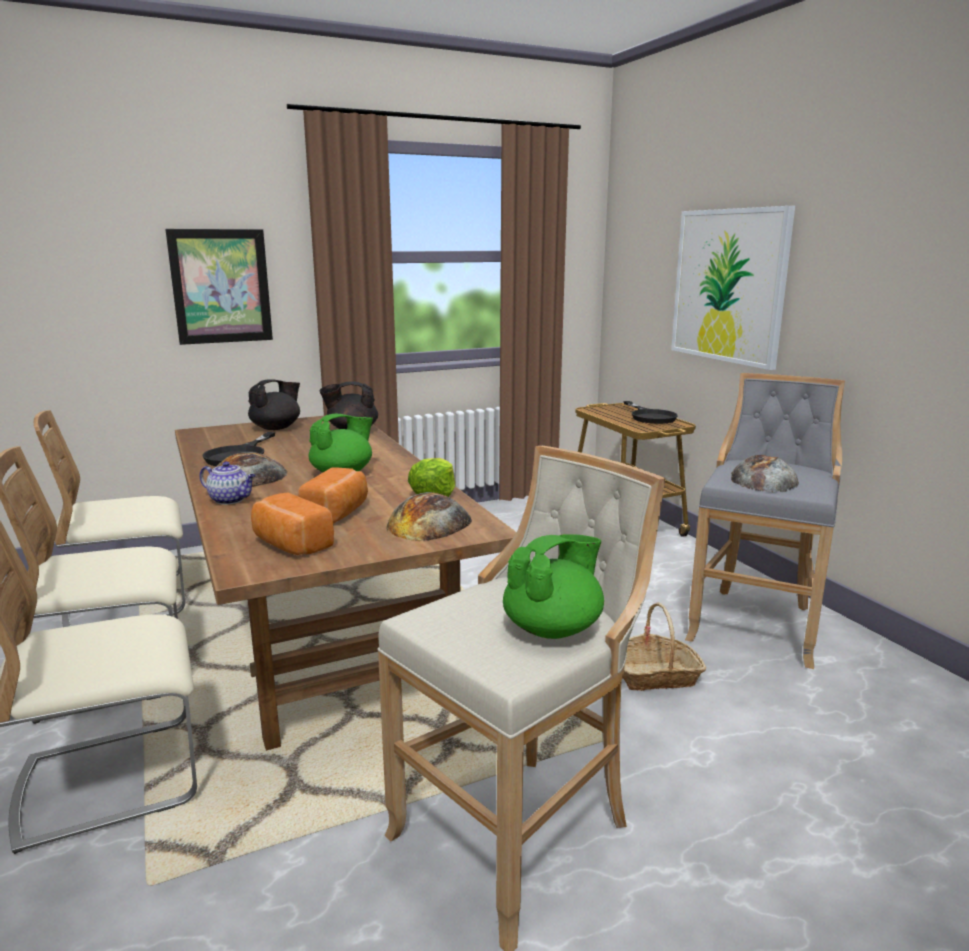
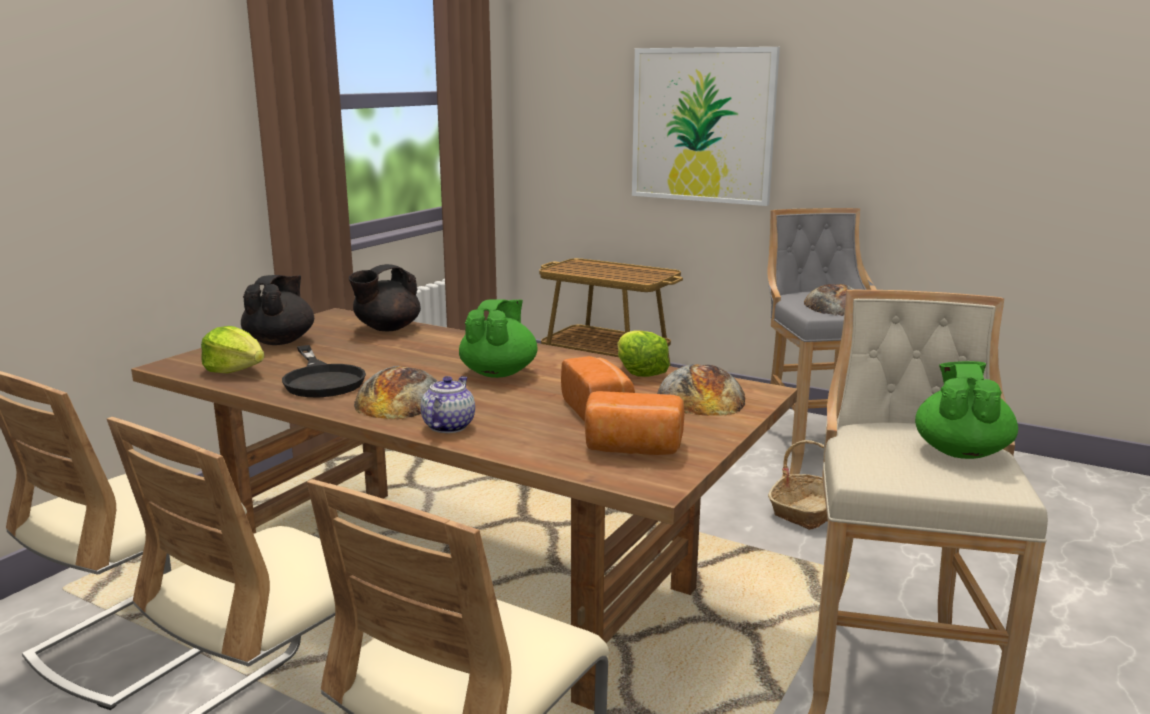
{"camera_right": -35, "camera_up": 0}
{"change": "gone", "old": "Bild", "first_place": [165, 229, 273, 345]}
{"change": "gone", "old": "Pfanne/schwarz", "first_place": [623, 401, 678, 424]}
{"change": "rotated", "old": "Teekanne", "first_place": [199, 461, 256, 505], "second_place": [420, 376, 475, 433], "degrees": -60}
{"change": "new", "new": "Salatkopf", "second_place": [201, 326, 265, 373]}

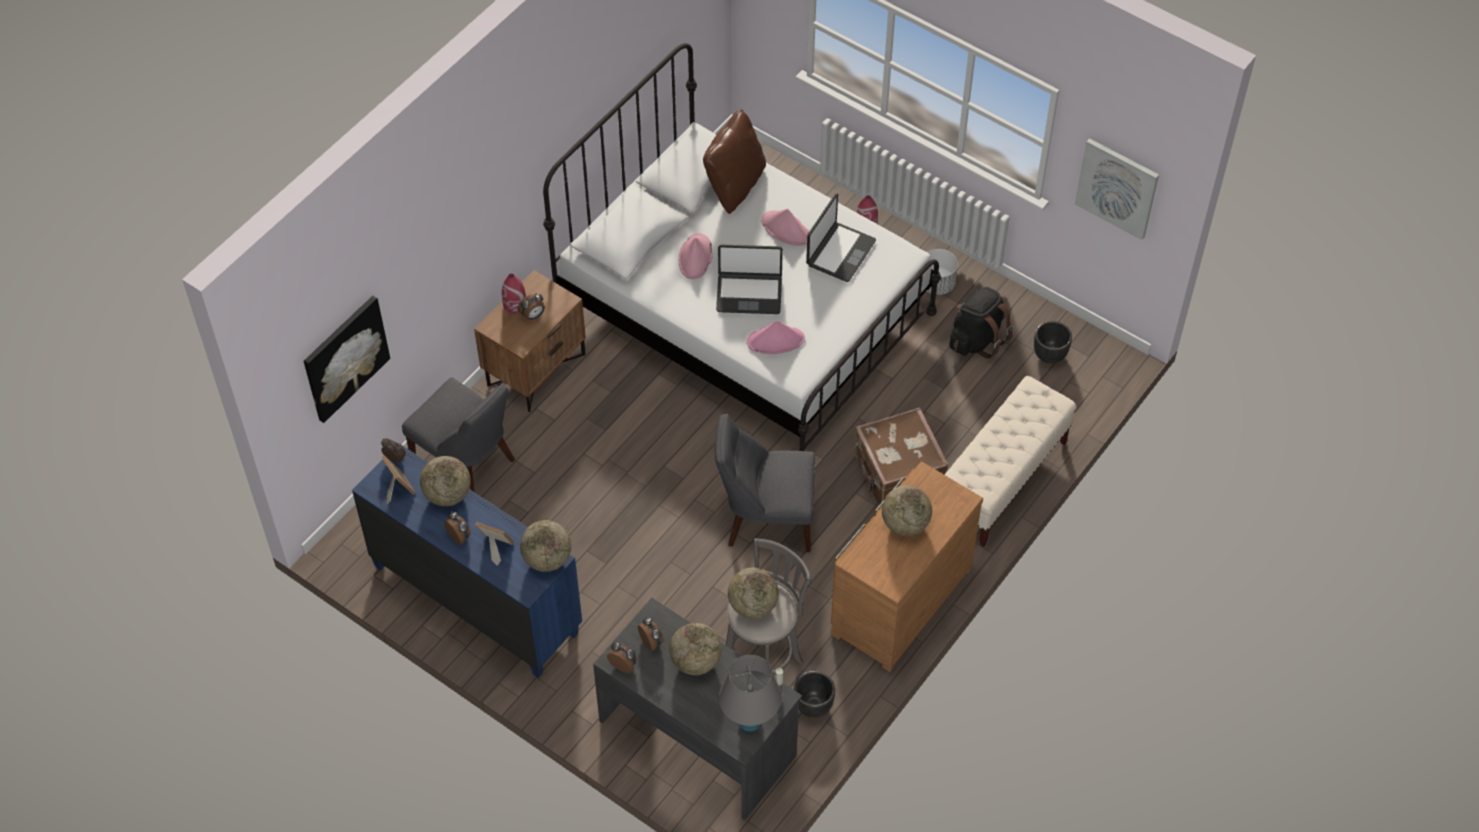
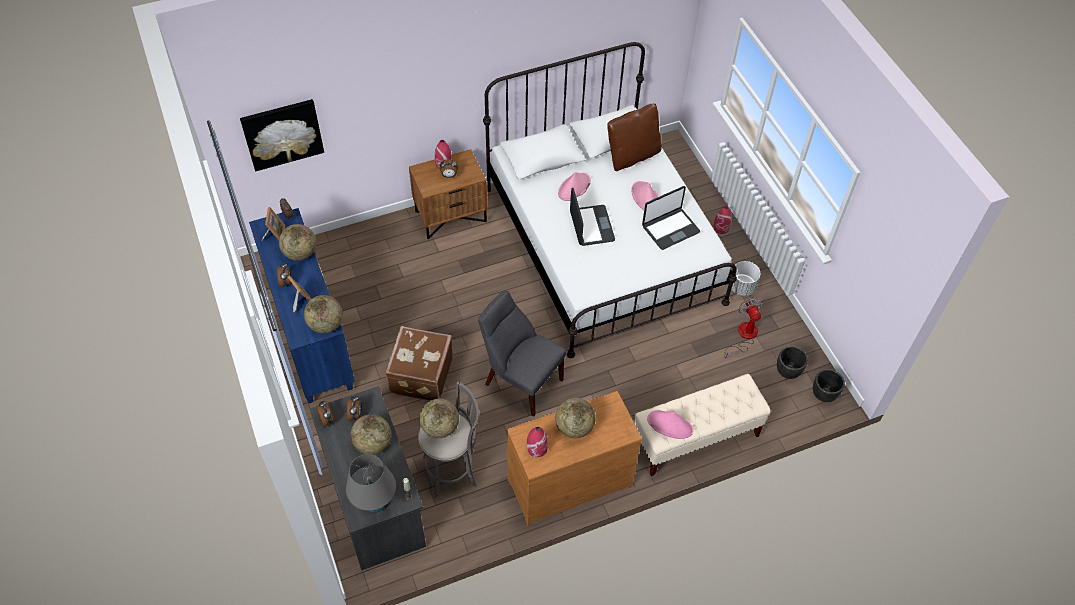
{"camera_right": 30, "camera_up": 0}
{"change": "gone", "old": "Bild", "first_place": [1075, 138, 1159, 240]}
{"change": "rotated", "old": "Laptop", "first_place": [716, 244, 783, 314], "second_place": [570, 188, 615, 246], "degrees": -135}
{"change": "swapped", "old": "Rucksack/schwarz", "new": "Ventilator", "first_place": [950, 287, 1013, 359], "second_place": [724, 297, 763, 358]}
{"change": "shifted", "old": "Hut/rosa", "first_place": [747, 320, 805, 354], "second_place": [647, 410, 693, 439]}
{"change": "gone", "old": "Stuhl/grau", "first_place": [402, 378, 515, 492]}
{"change": "shifted", "old": "Koffer/braun", "first_place": [854, 408, 948, 508], "second_place": [385, 326, 453, 401]}
{"change": "shifted", "old": "Pflanzkübel/schwarz", "first_place": [794, 671, 835, 718], "second_place": [813, 369, 845, 402]}
{"change": "new", "new": "Vase/rot", "second_place": [527, 427, 548, 457]}

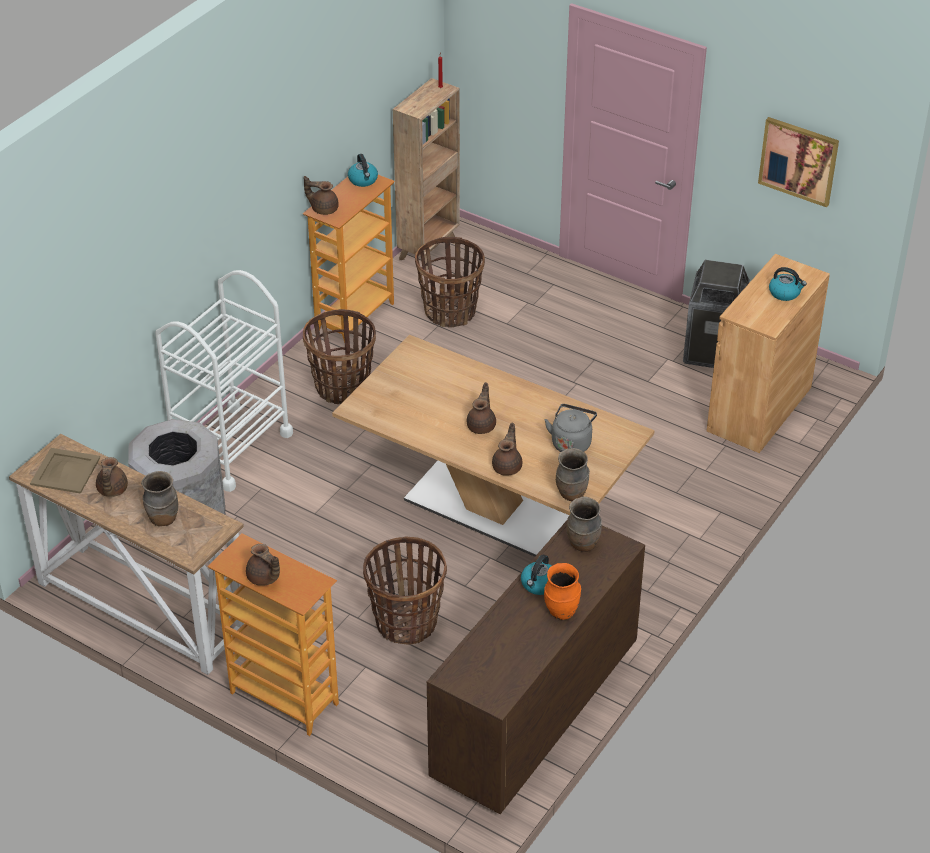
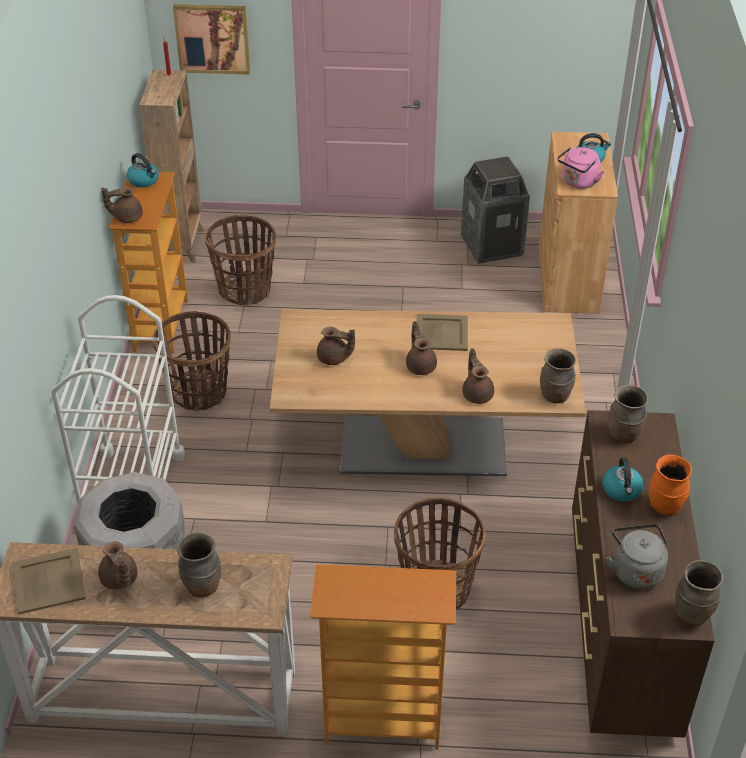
{"camera_right": -30, "camera_up": 0}
{"change": "shifted", "old": "Bild", "first_place": [758, 117, 839, 208], "second_place": [173, 4, 250, 75]}
{"change": "shifted", "old": "Wasserkessel/grau", "first_place": [545, 404, 597, 452], "second_place": [606, 524, 668, 589]}
{"change": "shifted", "old": "Teekanne/braun", "first_place": [246, 544, 280, 586], "second_place": [317, 327, 355, 365]}
{"change": "new", "new": "Wasserkessel/rosa", "second_place": [557, 147, 605, 189]}
{"change": "new", "new": "Tablett/beige", "second_place": [416, 314, 468, 351]}
{"change": "new", "new": "Vase/braun", "second_place": [675, 560, 723, 626]}

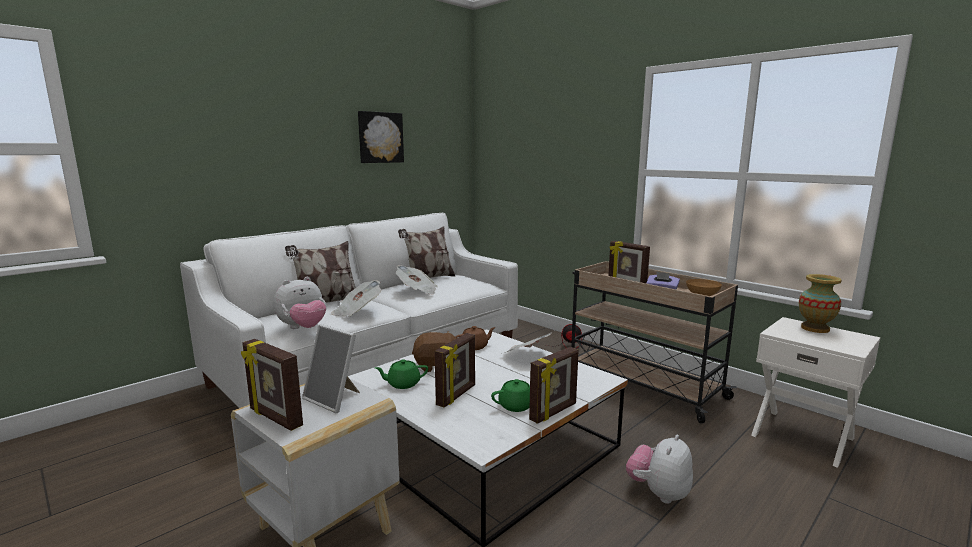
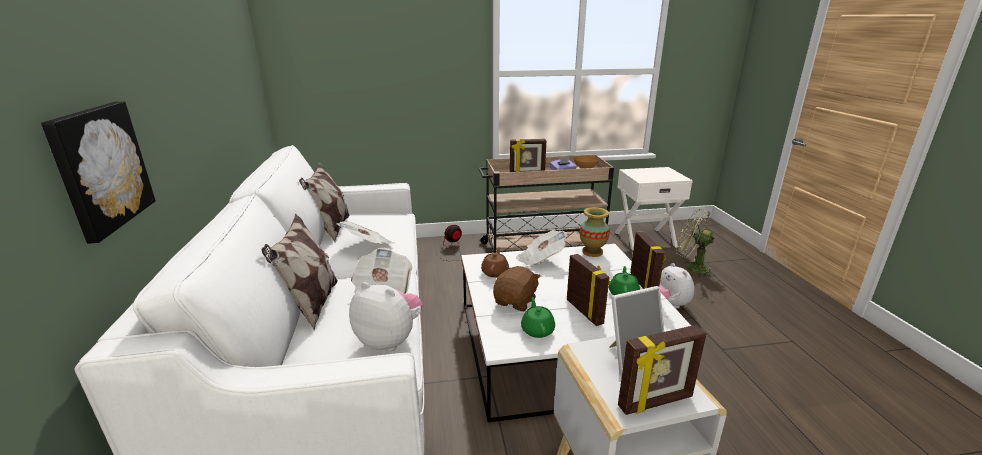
{"camera_right": -55, "camera_up": 10}
{"change": "shifted", "old": "Bild", "first_place": [358, 111, 404, 163], "second_place": [41, 101, 156, 244]}
{"change": "shifted", "old": "Vase", "first_place": [799, 274, 842, 333], "second_place": [579, 207, 610, 257]}
{"change": "rotated", "old": "Plüschtier", "first_place": [273, 277, 326, 329], "second_place": [349, 282, 422, 351], "degrees": -60}
{"change": "rotated", "old": "Teekanne/grün", "first_place": [375, 359, 428, 389], "second_place": [521, 297, 555, 338], "degrees": 150}
{"change": "new", "new": "Ventilator/grün", "second_place": [676, 209, 716, 278]}

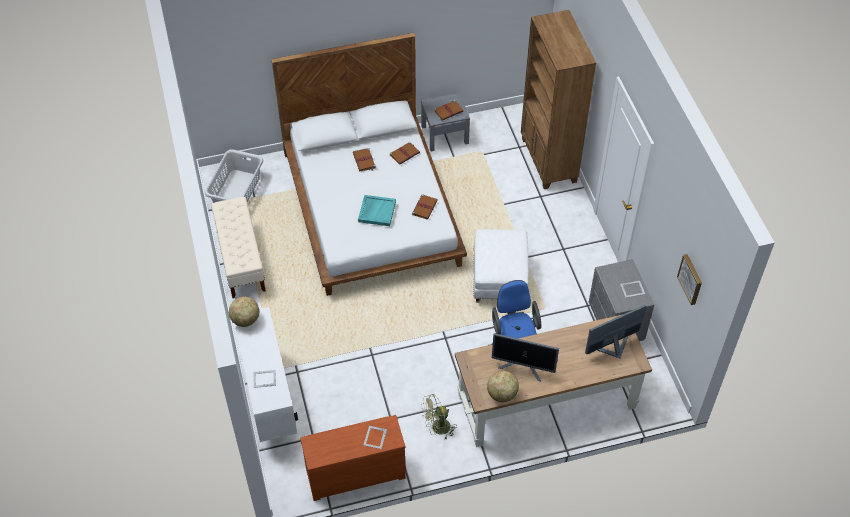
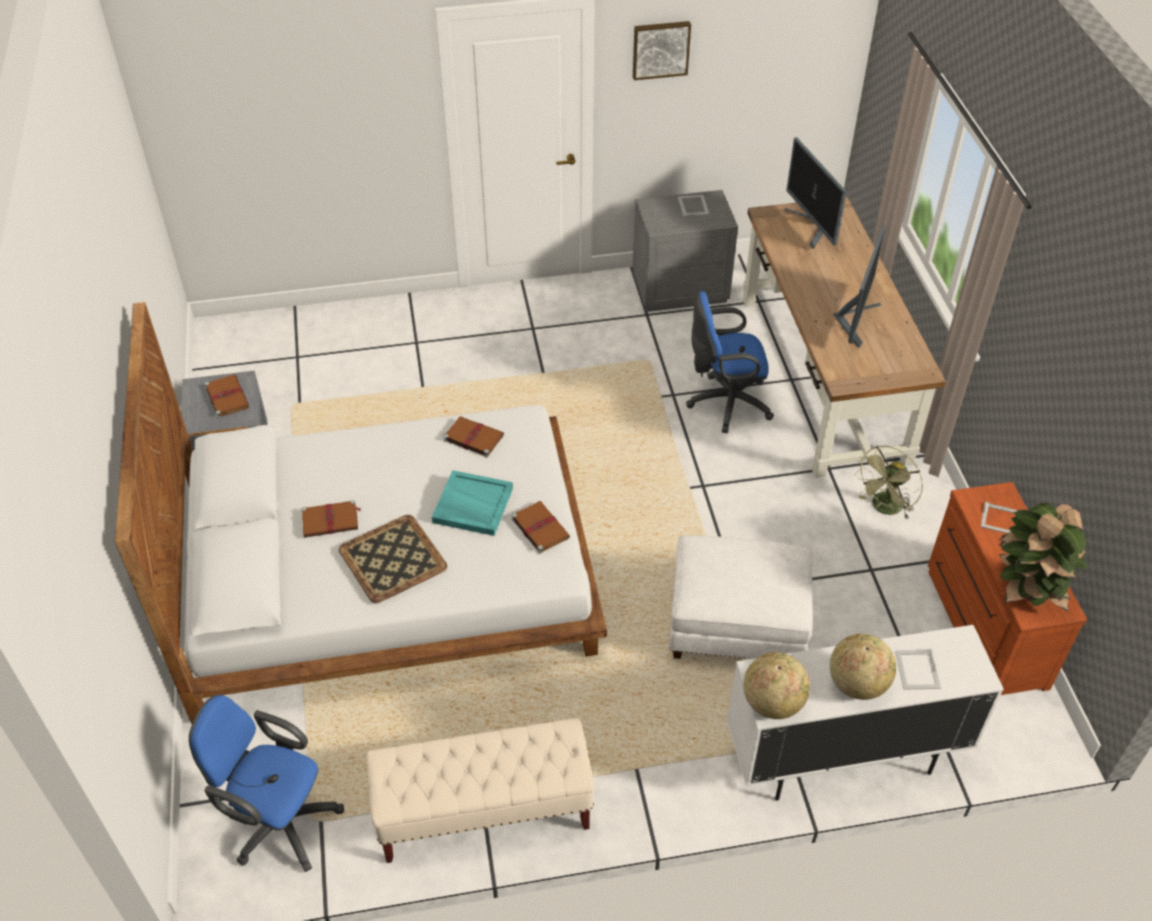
{"camera_right": -85, "camera_up": -5}
{"change": "gone", "old": "Bücherregal/braun", "first_place": [521, 10, 596, 189]}
{"change": "shifted", "old": "Buch/braun", "first_place": [390, 142, 420, 165], "second_place": [511, 501, 570, 554]}
{"change": "swapped", "old": "Wäschekorb/grau", "new": "Bürostuhl/blau", "first_place": [205, 149, 264, 203], "second_place": [189, 695, 344, 872]}
{"change": "shifted", "old": "Polsterhocker/weiß", "first_place": [473, 229, 529, 303], "second_place": [669, 535, 813, 659]}
{"change": "shifted", "old": "Bild", "first_place": [677, 254, 702, 305], "second_place": [633, 21, 691, 80]}
{"change": "shifted", "old": "Globus", "first_place": [487, 371, 519, 402], "second_place": [830, 634, 896, 700]}
{"change": "rotated", "old": "Ventilator/grün", "first_place": [421, 394, 457, 439], "second_place": [855, 445, 923, 520], "degrees": 60}
{"change": "new", "new": "Topfpflanze", "second_place": [999, 503, 1089, 611]}
{"change": "new", "new": "Tablett", "second_place": [339, 515, 447, 603]}

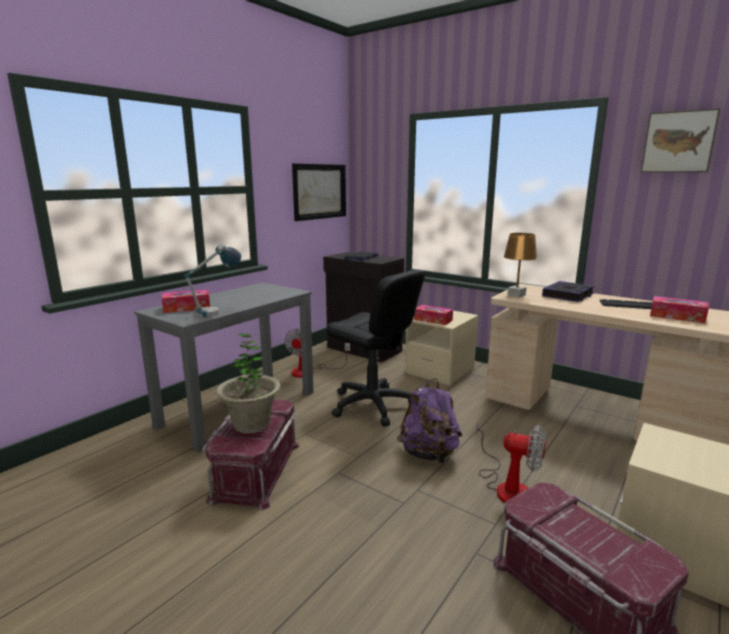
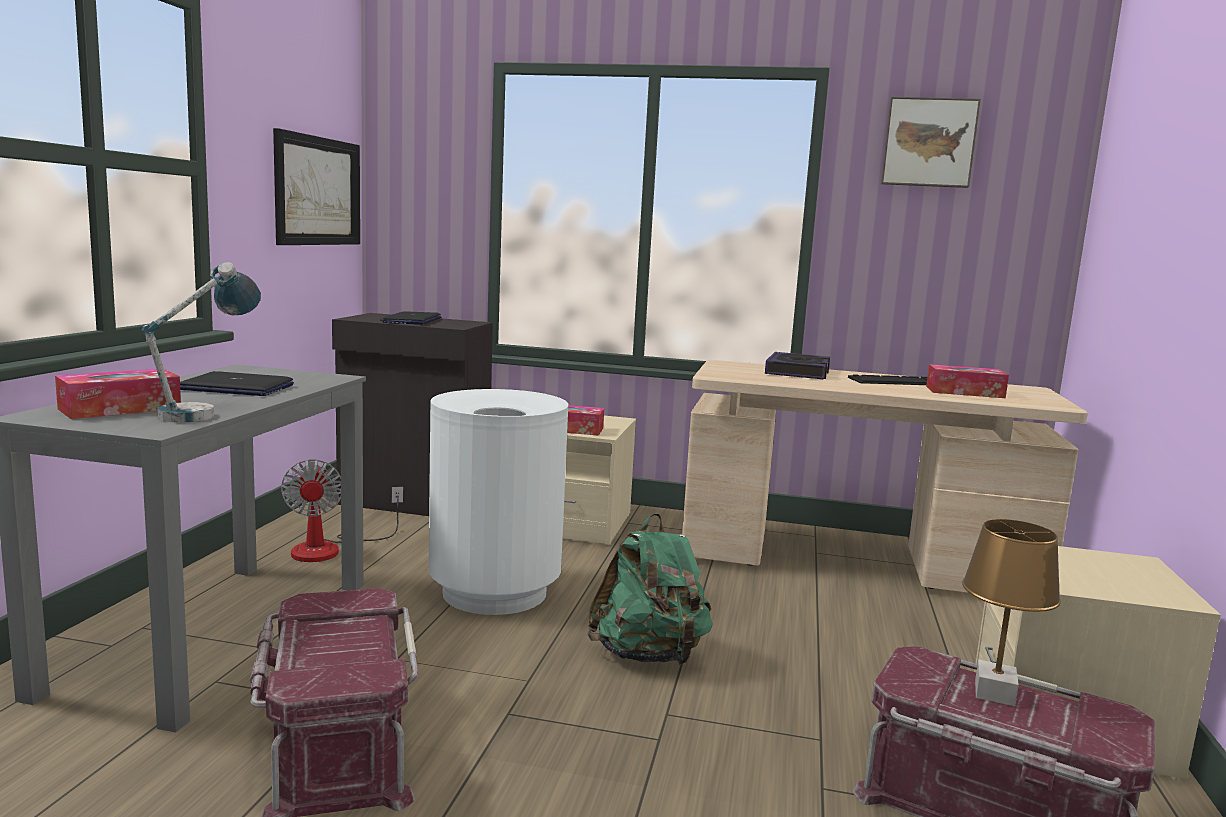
{"camera_right": -25, "camera_up": -5}
{"change": "shifted", "old": "Tischlampe/braun", "first_place": [504, 233, 537, 298], "second_place": [962, 519, 1061, 706]}
{"change": "swapped", "old": "Bürostuhl/schwarz", "new": "Mülleimer/weiß", "first_place": [326, 270, 425, 426], "second_place": [429, 389, 568, 615]}
{"change": "gone", "old": "Topfpflanze", "first_place": [216, 334, 281, 434]}
{"change": "repainted", "old": "Rucksack/lila", "new": "Rucksack/grün", "first_place": [397, 378, 462, 463], "second_place": [587, 513, 713, 665]}
{"change": "gone", "old": "Ventilator", "first_place": [475, 422, 546, 503]}
{"change": "new", "new": "Laptop", "second_place": [180, 371, 294, 396]}

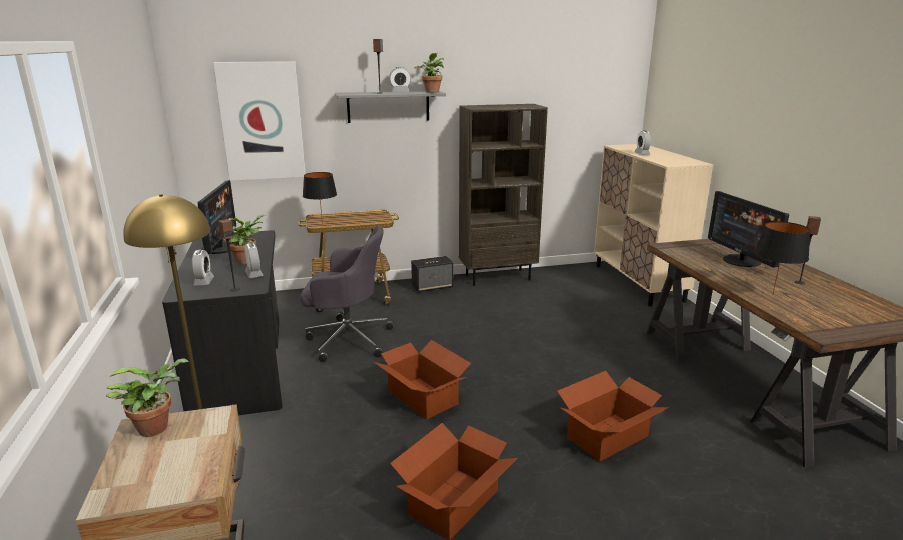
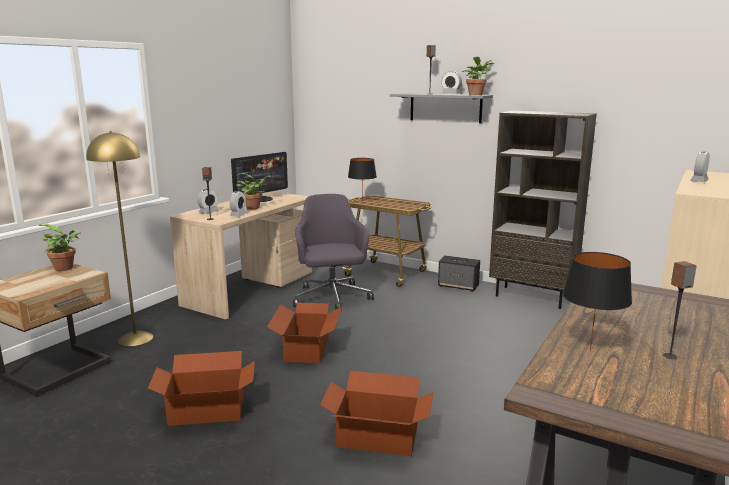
{"camera_right": 45, "camera_up": -5}
{"change": "gone", "old": "Bild", "first_place": [213, 61, 306, 181]}
{"change": "gone", "old": "Monitor", "first_place": [708, 191, 789, 267]}
{"change": "rotated", "old": "Bürostuhl/grau", "first_place": [300, 225, 394, 362], "second_place": [293, 194, 374, 310], "degrees": -150}
{"change": "repainted", "old": "Schreibtisch/schwarz", "new": "Schreibtisch/beige", "first_place": [162, 230, 283, 415], "second_place": [170, 191, 312, 319]}

